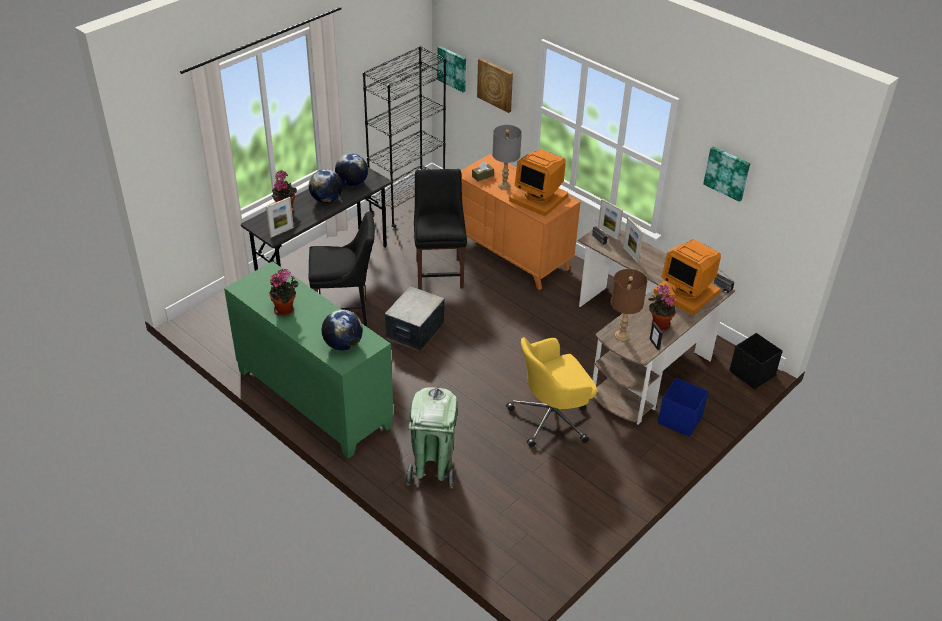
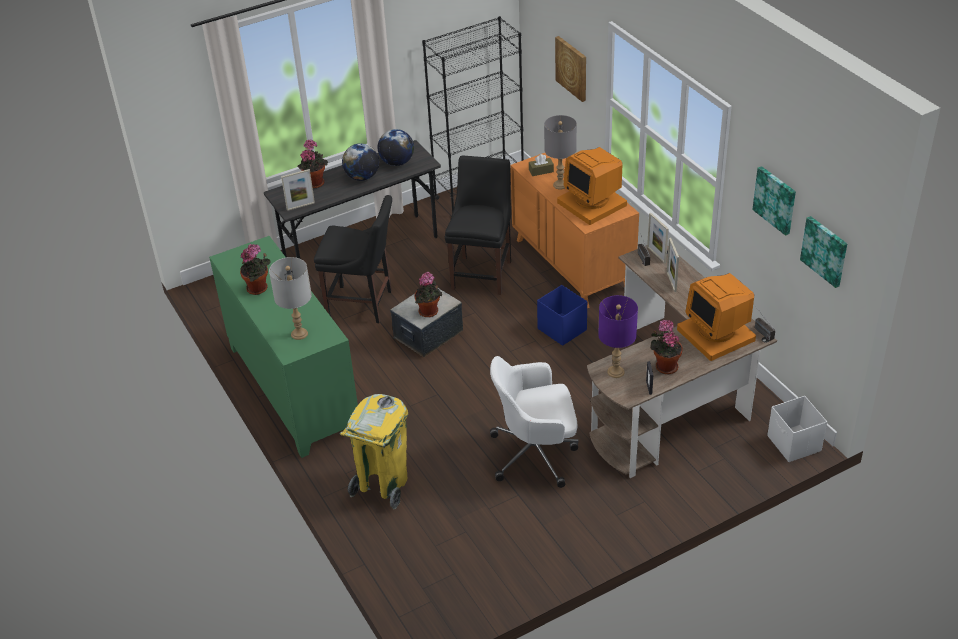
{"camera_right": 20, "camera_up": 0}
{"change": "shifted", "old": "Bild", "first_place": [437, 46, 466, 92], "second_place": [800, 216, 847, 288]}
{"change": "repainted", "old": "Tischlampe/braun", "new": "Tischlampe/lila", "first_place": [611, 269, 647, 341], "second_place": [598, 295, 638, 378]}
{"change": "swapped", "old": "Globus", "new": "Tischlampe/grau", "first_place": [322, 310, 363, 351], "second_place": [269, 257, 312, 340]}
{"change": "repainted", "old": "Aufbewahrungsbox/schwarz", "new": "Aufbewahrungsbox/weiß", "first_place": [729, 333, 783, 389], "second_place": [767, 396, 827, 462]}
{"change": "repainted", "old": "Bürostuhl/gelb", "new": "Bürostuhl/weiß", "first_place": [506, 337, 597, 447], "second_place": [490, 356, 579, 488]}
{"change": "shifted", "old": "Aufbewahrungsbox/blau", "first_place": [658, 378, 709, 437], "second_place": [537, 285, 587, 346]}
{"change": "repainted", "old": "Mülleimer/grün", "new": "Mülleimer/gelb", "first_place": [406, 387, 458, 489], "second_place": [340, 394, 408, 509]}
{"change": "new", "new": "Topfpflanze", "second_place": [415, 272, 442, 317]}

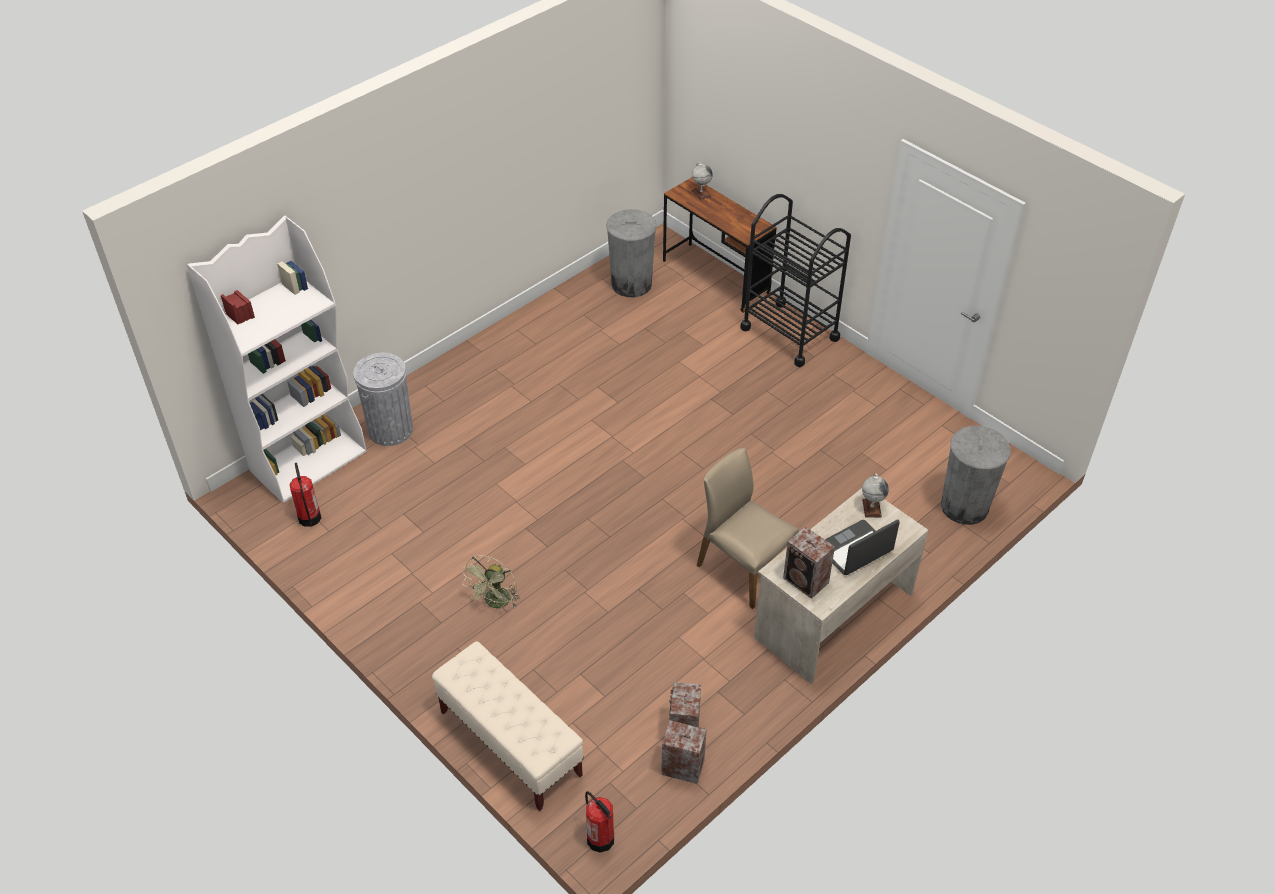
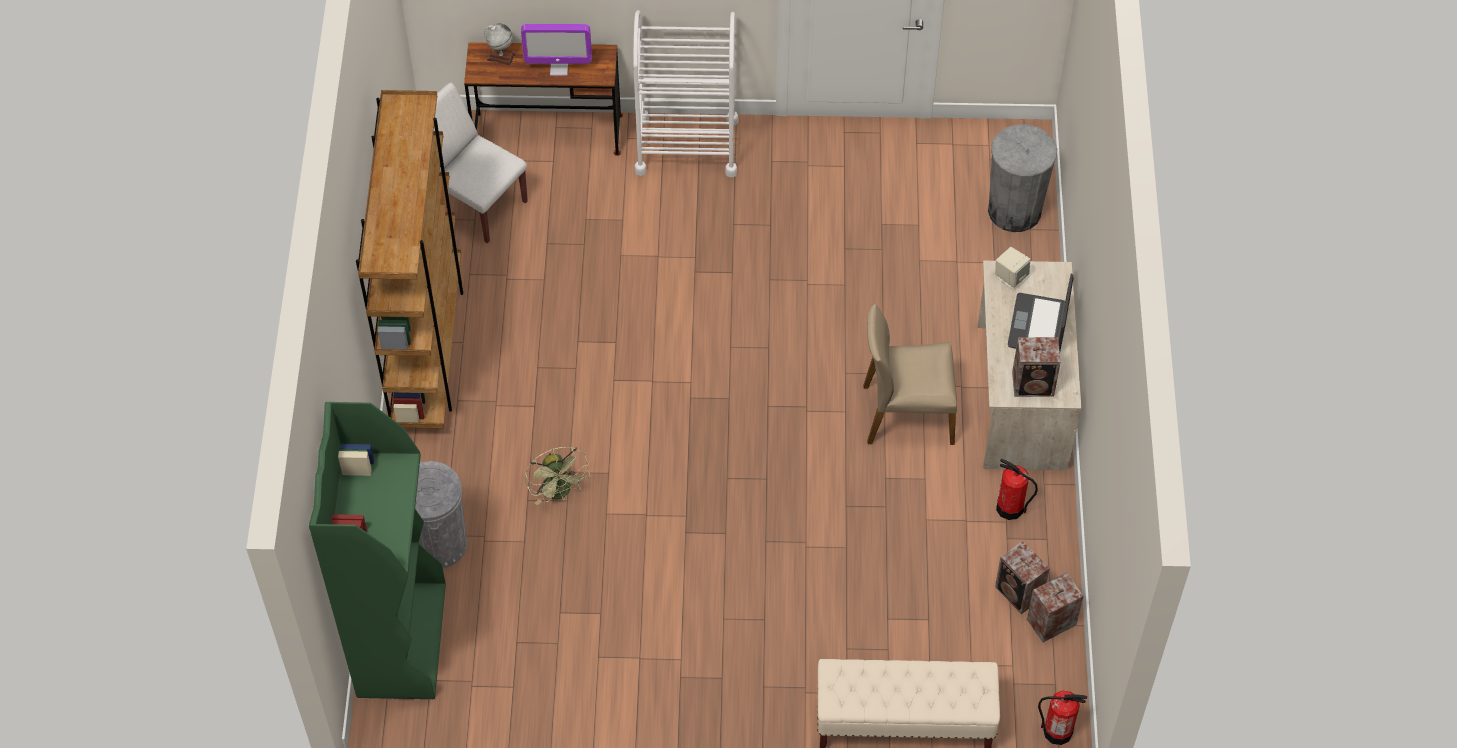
{"camera_right": -45, "camera_up": 10}
{"change": "repainted", "old": "Rollwagen/schwarz", "new": "Rollwagen/weiß", "first_place": [740, 194, 851, 367], "second_place": [633, 10, 739, 177]}
{"change": "swapped", "old": "Mülleimer/grau", "new": "Stuhl/weiß", "first_place": [606, 209, 657, 297], "second_place": [434, 82, 528, 244]}
{"change": "repainted", "old": "Bücherregal/weiß", "new": "Bücherregal/grün", "first_place": [187, 216, 367, 503], "second_place": [309, 402, 446, 699]}
{"change": "shifted", "old": "Feuerlöscher", "first_place": [289, 463, 321, 527], "second_place": [996, 459, 1038, 520]}
{"change": "swapped", "old": "Globus", "new": "Lautsprecher/beige", "first_place": [862, 473, 889, 518], "second_place": [995, 247, 1030, 289]}
{"change": "shifted", "old": "Ventilator/grün", "first_place": [462, 555, 520, 608], "second_place": [525, 447, 590, 505]}
{"change": "new", "new": "Monitor", "second_place": [521, 24, 592, 76]}
{"change": "new", "new": "Bücherregal/braun", "second_place": [356, 90, 463, 429]}

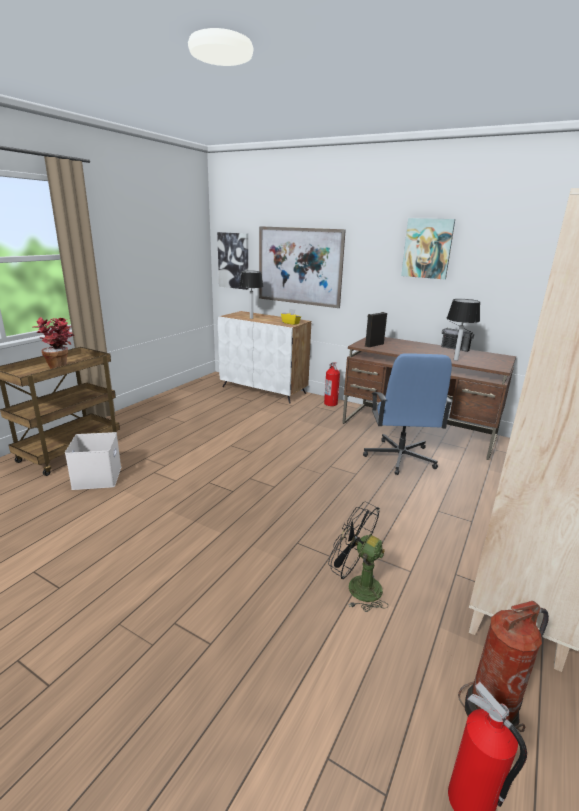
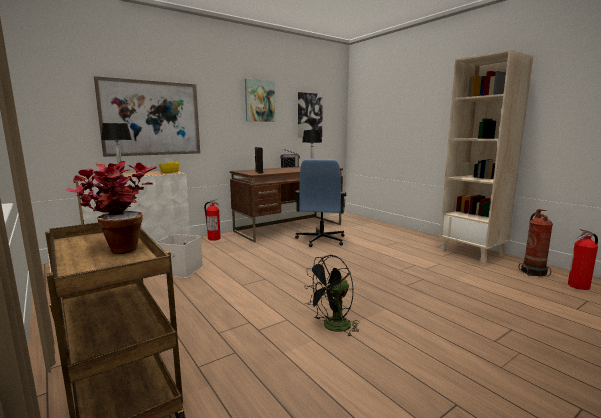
{"camera_right": -65, "camera_up": -10}
{"change": "shifted", "old": "Bild", "first_place": [217, 232, 248, 290], "second_place": [298, 92, 323, 138]}
{"change": "rotated", "old": "Bürostuhl/blau", "first_place": [363, 353, 452, 475], "second_place": [295, 159, 346, 247], "degrees": 75}
{"change": "shifted", "old": "Aufbewahrungsbox/weiß", "first_place": [65, 432, 121, 490], "second_place": [156, 234, 203, 278]}
{"change": "shifted", "old": "Ventilator/schwarz", "first_place": [328, 502, 388, 612], "second_place": [304, 255, 360, 336]}

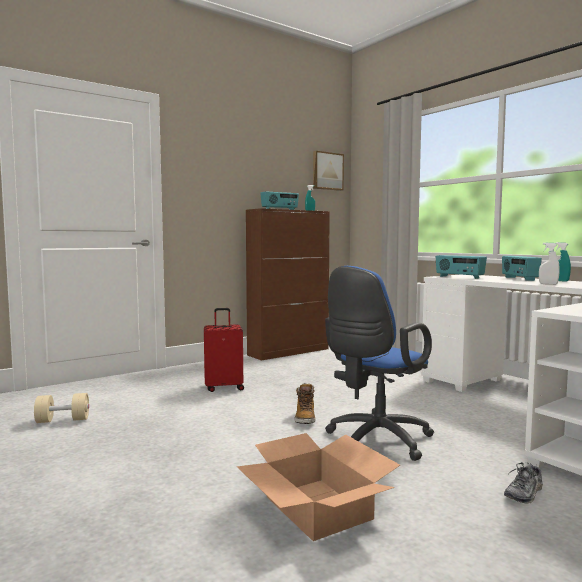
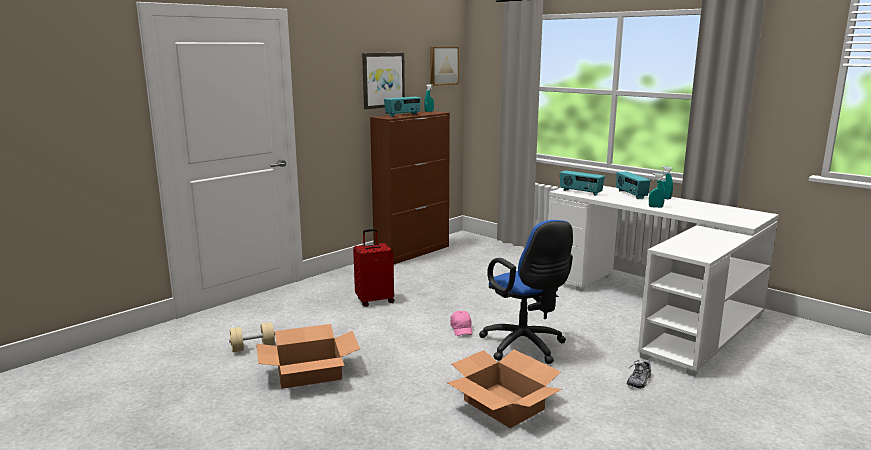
{"camera_right": -10, "camera_up": 10}
{"change": "repainted", "old": "Sprühflasche/weiß", "new": "Sprühflasche/türkis", "first_place": [539, 243, 560, 285], "second_place": [649, 173, 665, 208]}
{"change": "rotated", "old": "Bürostuhl/blau", "first_place": [325, 266, 434, 461], "second_place": [479, 220, 573, 364], "degrees": -60}
{"change": "swapped", "old": "Stiefel", "new": "Kappe/rosa", "first_place": [294, 383, 316, 424], "second_place": [450, 311, 473, 336]}
{"change": "new", "new": "Bild", "second_place": [362, 53, 405, 109]}
{"change": "new", "new": "Karton", "second_place": [257, 324, 360, 389]}

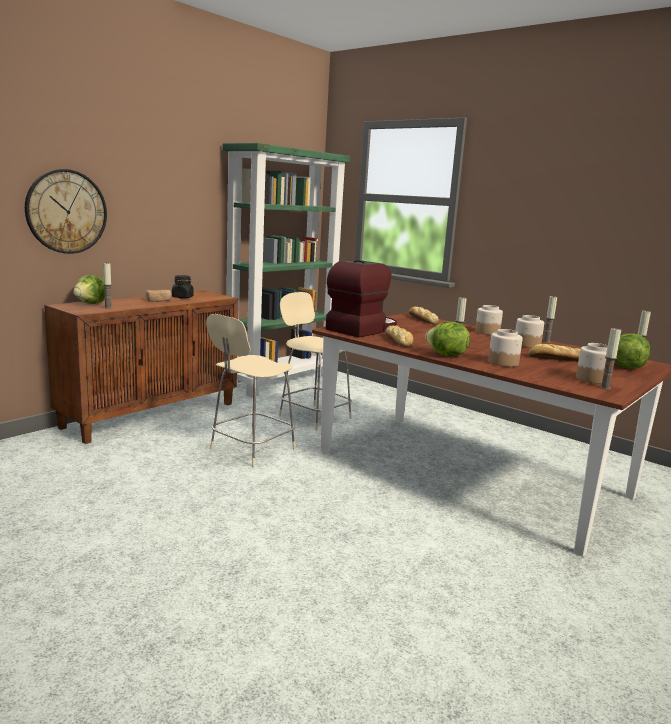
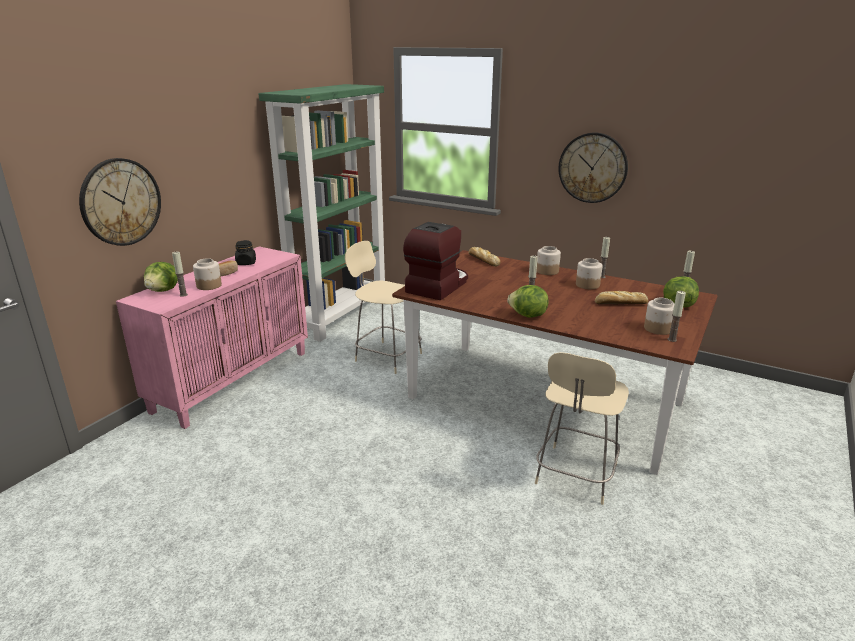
{"camera_right": -10, "camera_up": 10}
{"change": "repainted", "old": "Schrank/braun", "new": "Schrank/rosa", "first_place": [44, 291, 238, 444], "second_place": [116, 246, 308, 429]}
{"change": "shifted", "old": "Stuhl/beige", "first_place": [206, 314, 295, 467], "second_place": [535, 352, 629, 505]}
{"change": "gone", "old": "Brot", "first_place": [386, 325, 414, 347]}
{"change": "shifted", "old": "Vorratsglas", "first_place": [488, 329, 523, 367], "second_place": [193, 258, 222, 290]}
{"change": "new", "new": "Wanduhr", "second_place": [558, 133, 628, 203]}

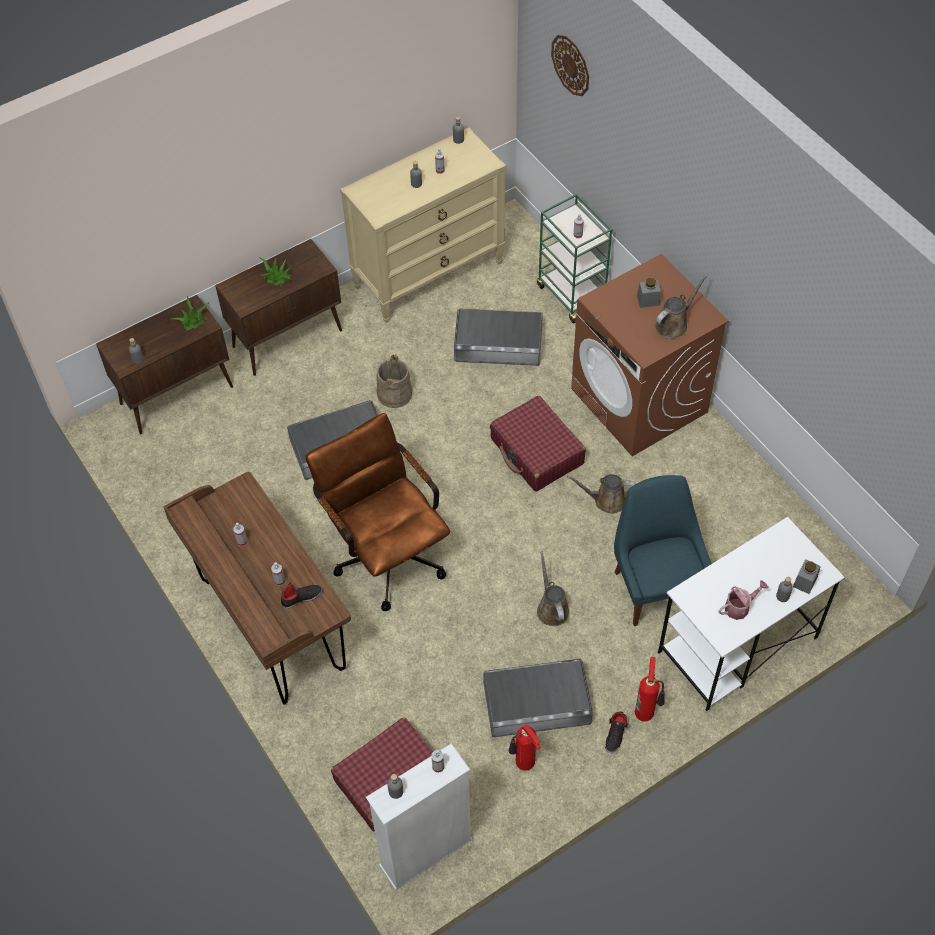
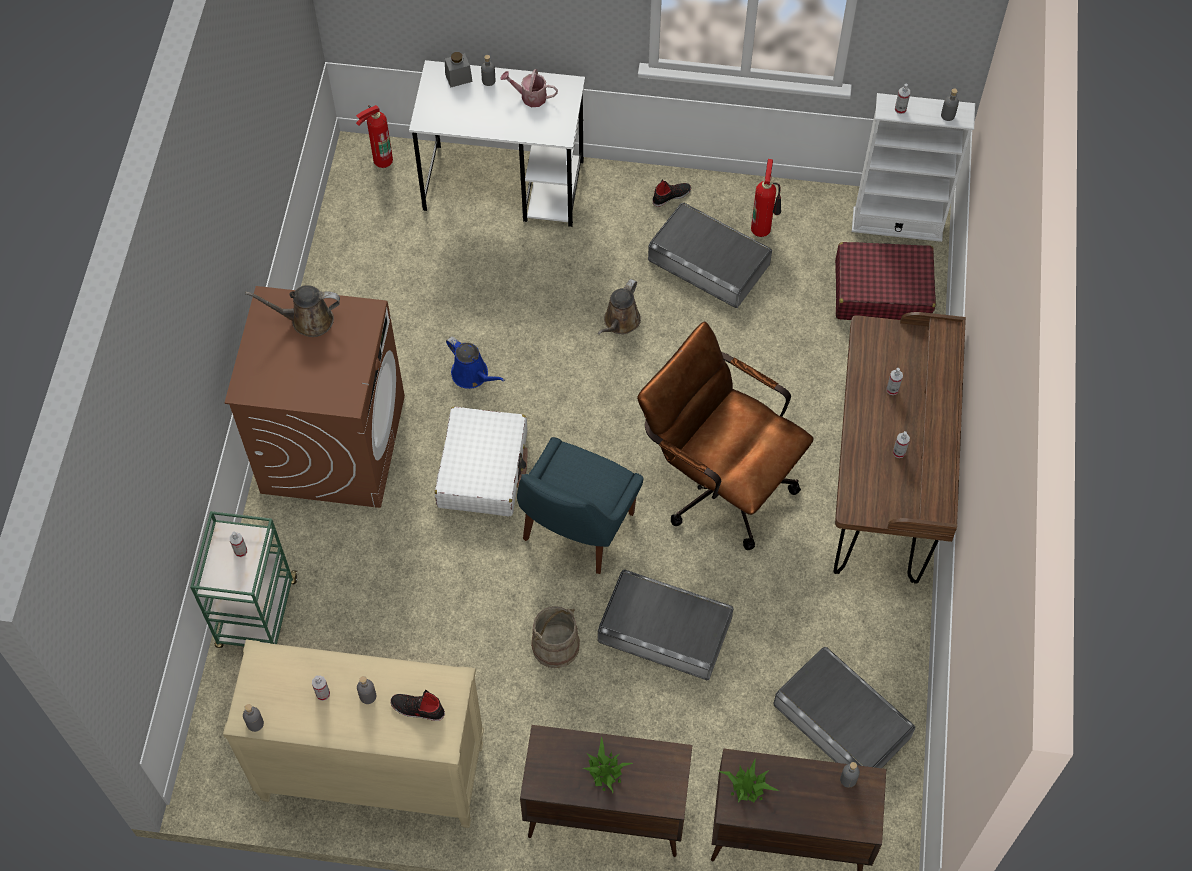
{"camera_right": -140, "camera_up": 5}
{"change": "gone", "old": "Wanduhr", "first_place": [551, 35, 589, 96]}
{"change": "gone", "old": "Vorratsglas/grau", "first_place": [637, 278, 661, 308]}
{"change": "shifted", "old": "Aufbewahrungsbox/grau", "first_place": [454, 308, 543, 366], "second_place": [773, 647, 915, 768]}
{"change": "repainted", "old": "Koffer/rot", "new": "Koffer/weiß", "first_place": [490, 396, 586, 492], "second_place": [435, 406, 528, 517]}
{"change": "rotated", "old": "Bürostuhl/braun", "first_place": [305, 413, 451, 611], "second_place": [637, 321, 814, 550], "degrees": 120}
{"change": "repainted", "old": "Gießkanne/braun", "new": "Gießkanne/blau", "first_place": [567, 474, 636, 514], "second_place": [446, 336, 505, 389]}
{"change": "shifted", "old": "Stuhl/blau", "first_place": [614, 475, 712, 626], "second_place": [517, 437, 643, 574]}
{"change": "shifted", "old": "Schuh/schwarz", "first_place": [281, 582, 322, 609], "second_place": [390, 690, 445, 721]}
{"change": "shifted", "old": "Feuerlöscher", "first_place": [635, 657, 664, 721], "second_place": [356, 105, 393, 168]}

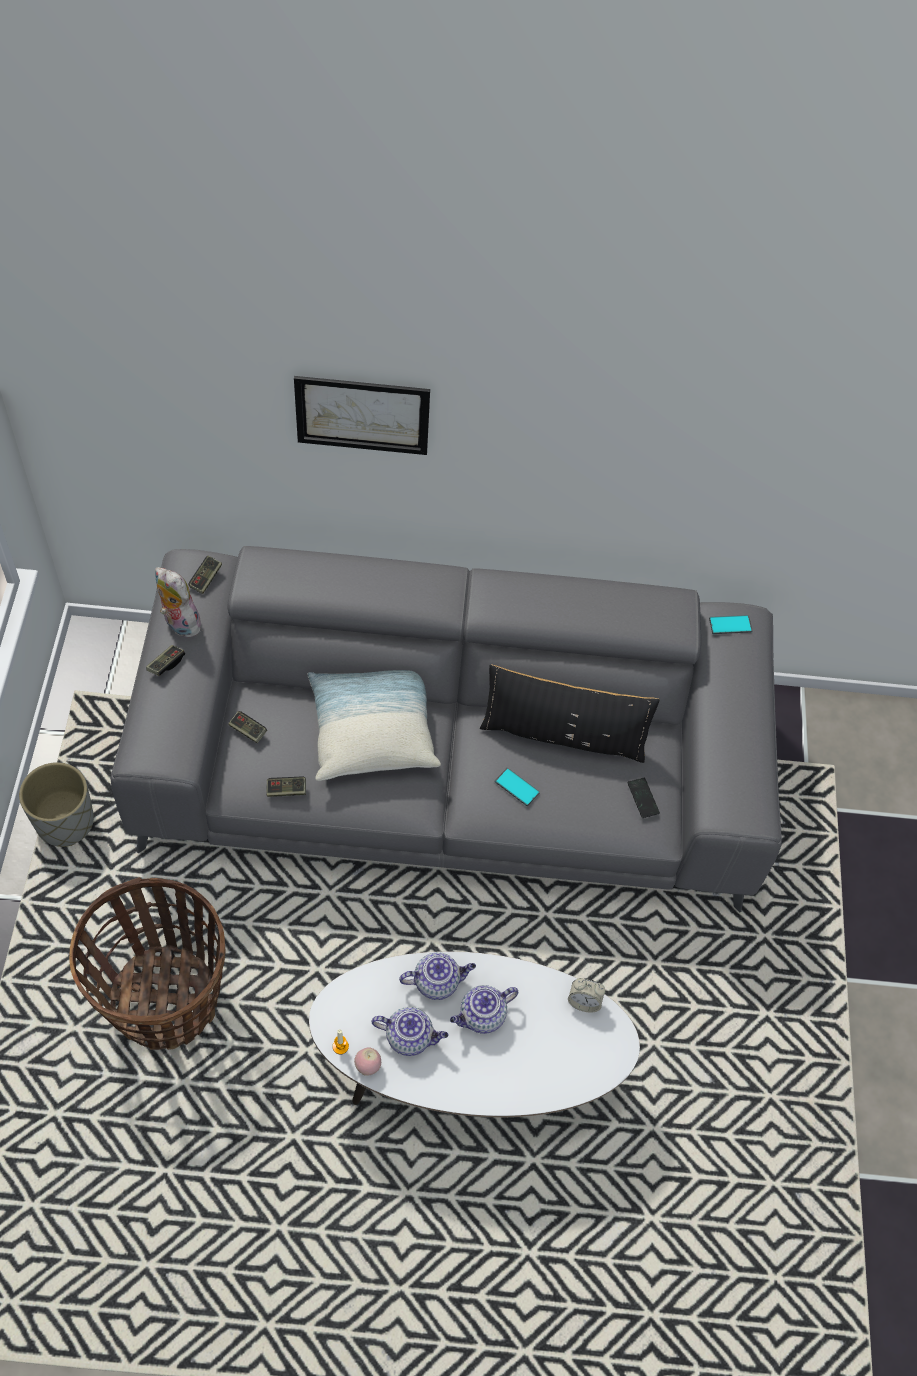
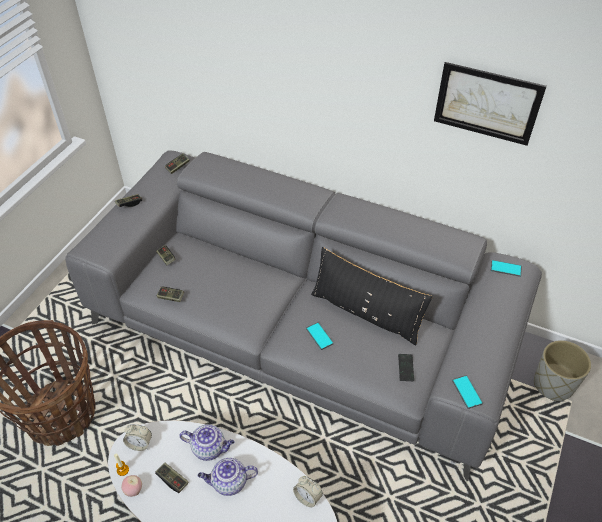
{"camera_right": 25, "camera_up": -10}
{"change": "shifted", "old": "Bild", "first_place": [294, 376, 430, 455], "second_place": [434, 62, 547, 146]}
{"change": "gone", "old": "Plüschtier", "first_place": [155, 567, 201, 638]}
{"change": "gone", "old": "Kissen", "first_place": [308, 670, 441, 781]}
{"change": "shifted", "old": "Pflanzkübel/grau", "first_place": [19, 762, 94, 847], "second_place": [534, 340, 591, 401]}
{"change": "swapped", "old": "Teekanne", "new": "Gamepad", "first_place": [372, 1007, 449, 1056], "second_place": [155, 463, 188, 493]}
{"change": "new", "new": "Handy", "second_place": [452, 375, 483, 409]}
{"change": "new", "new": "Wecker", "second_place": [123, 424, 152, 451]}

